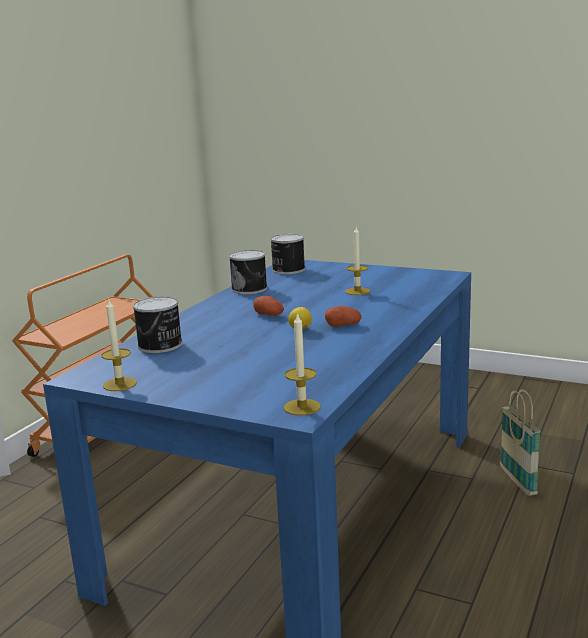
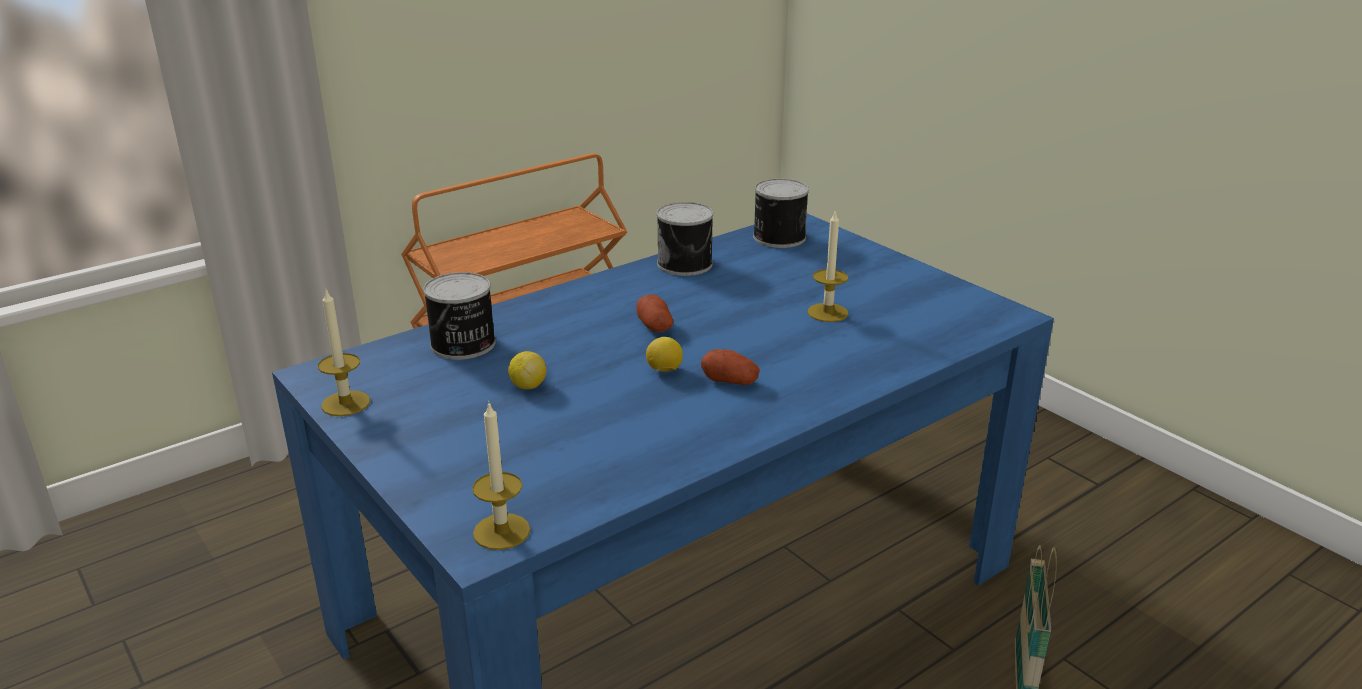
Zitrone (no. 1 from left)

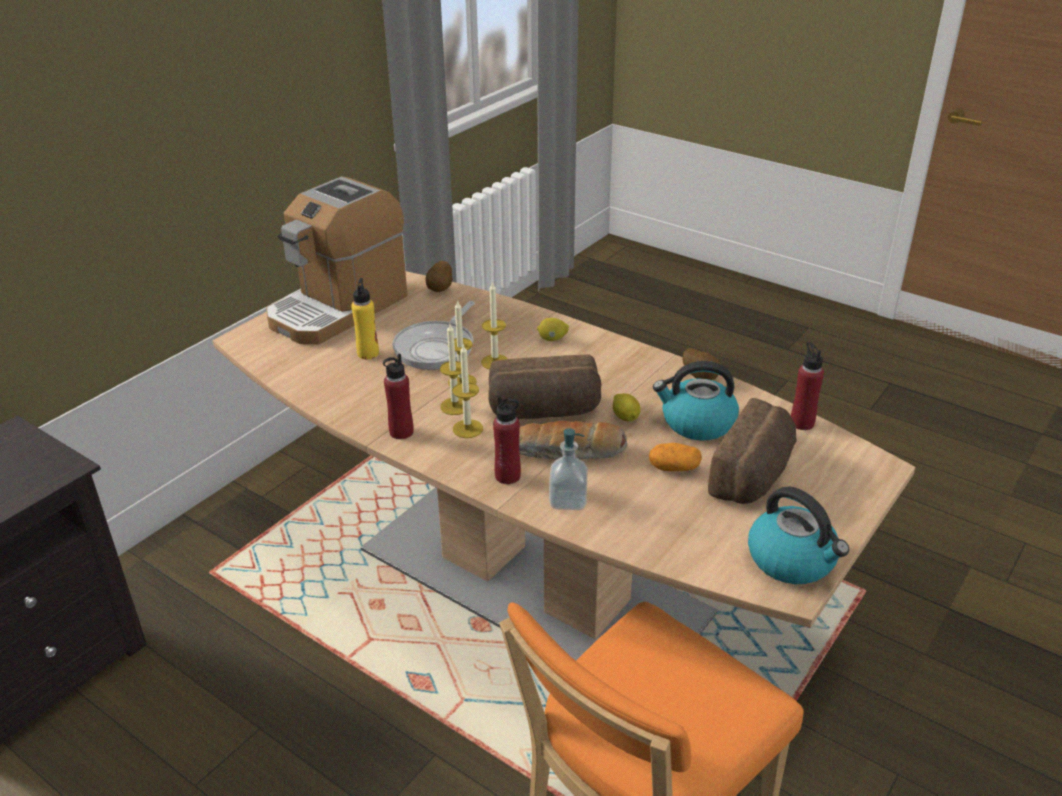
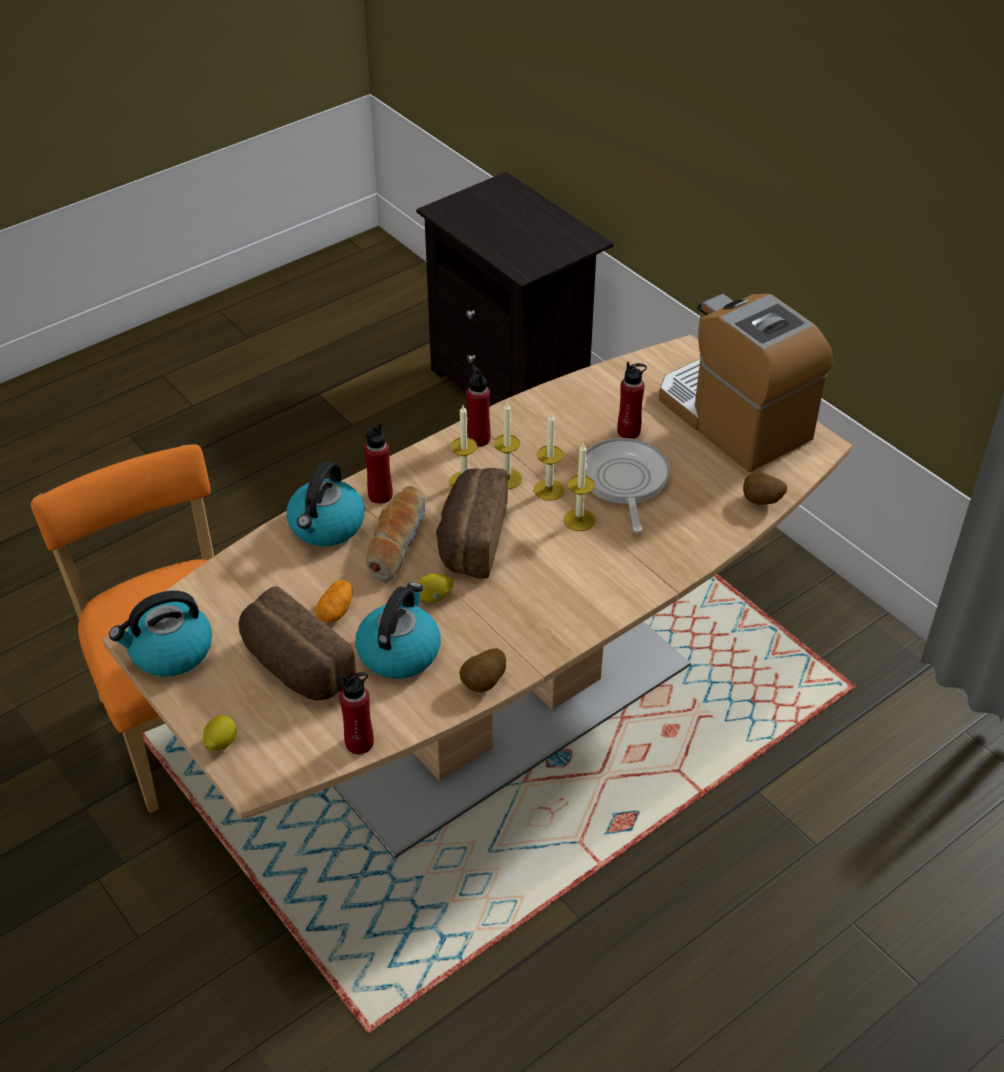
Flasche/rot (no. 4 from left)
Pfanne
Zitrone (no. 1 from left)
Wasserkessel (no. 2 from left)

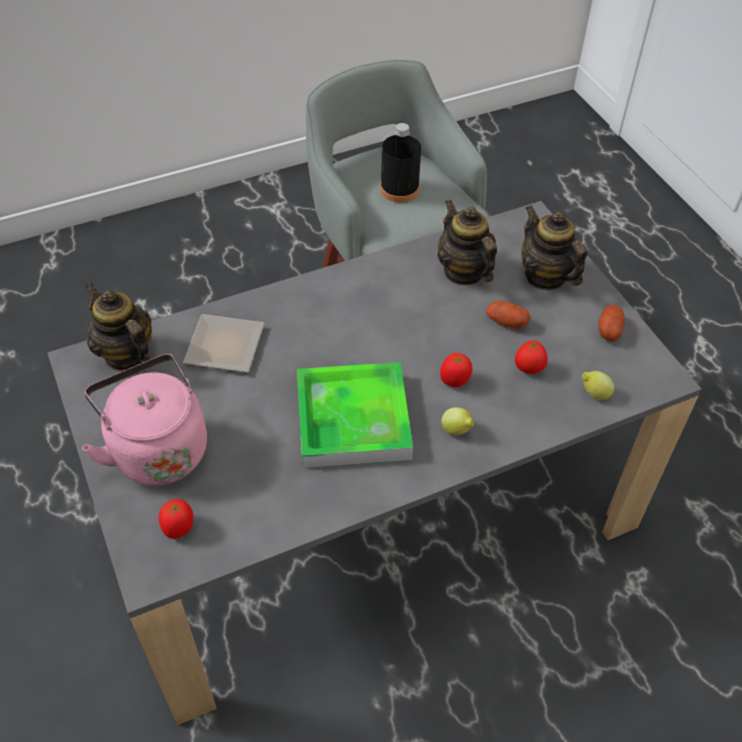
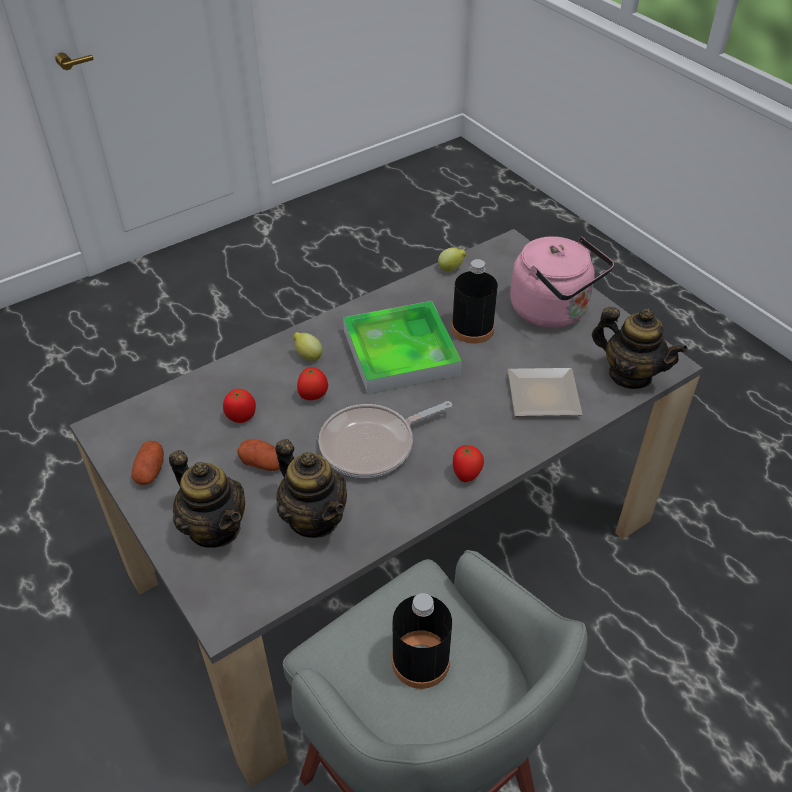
Tomate (no. 3 from left)
Zitrone (no. 2 from left)
Pfanne
Flasche/schwarz (no. 2 from left)

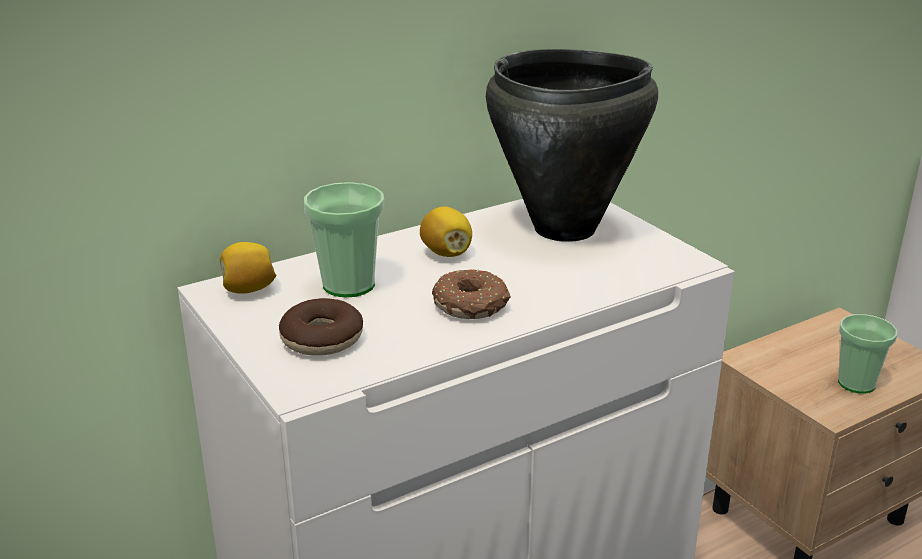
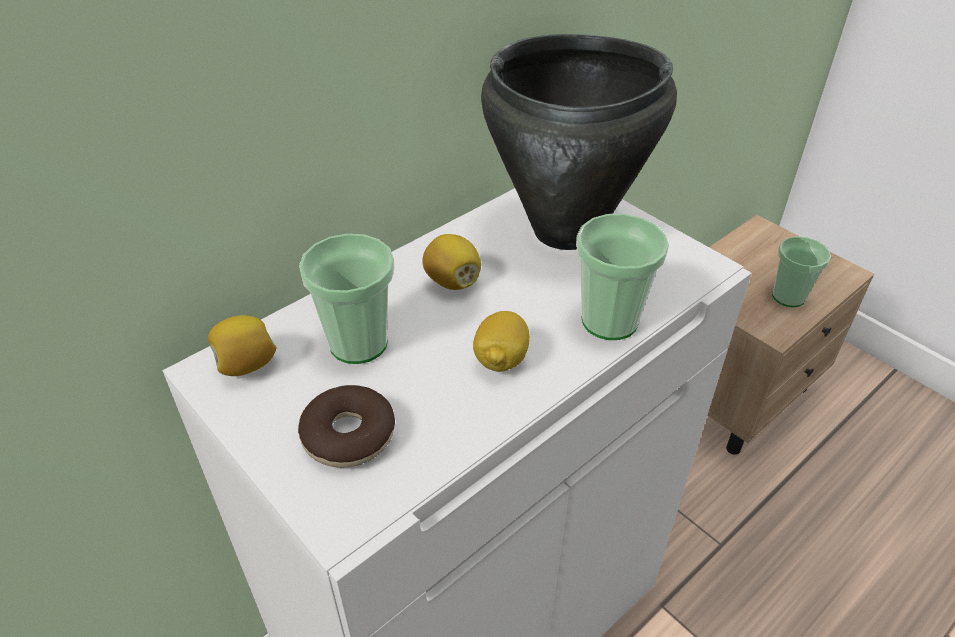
Zitrone (no. 3 from left)
Tasse (no. 2 from left)

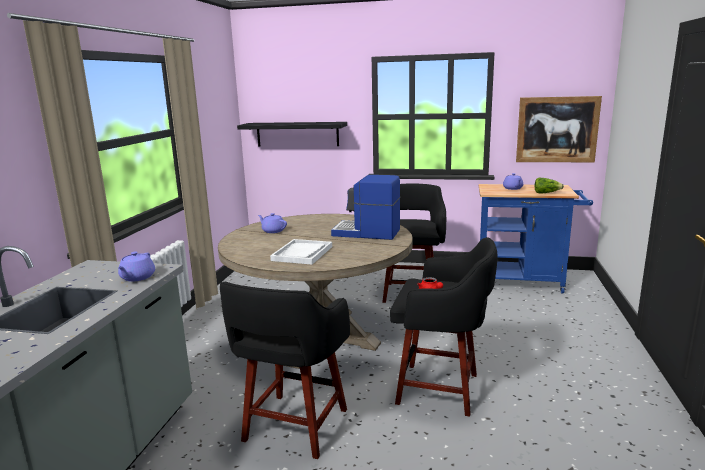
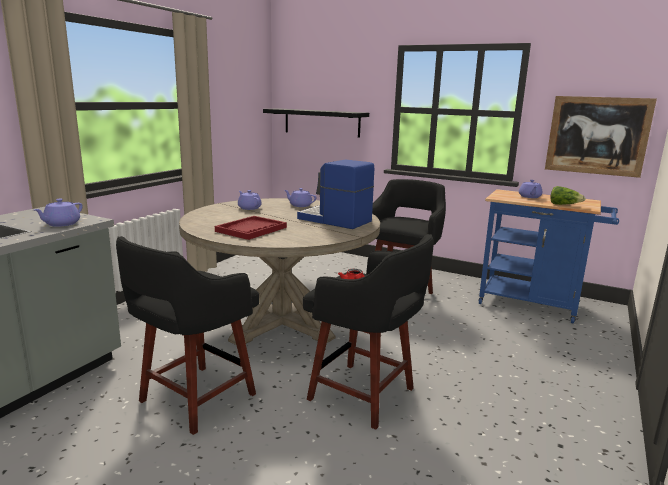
Tablett/rot
Teekanne/lila (no. 3 from left)

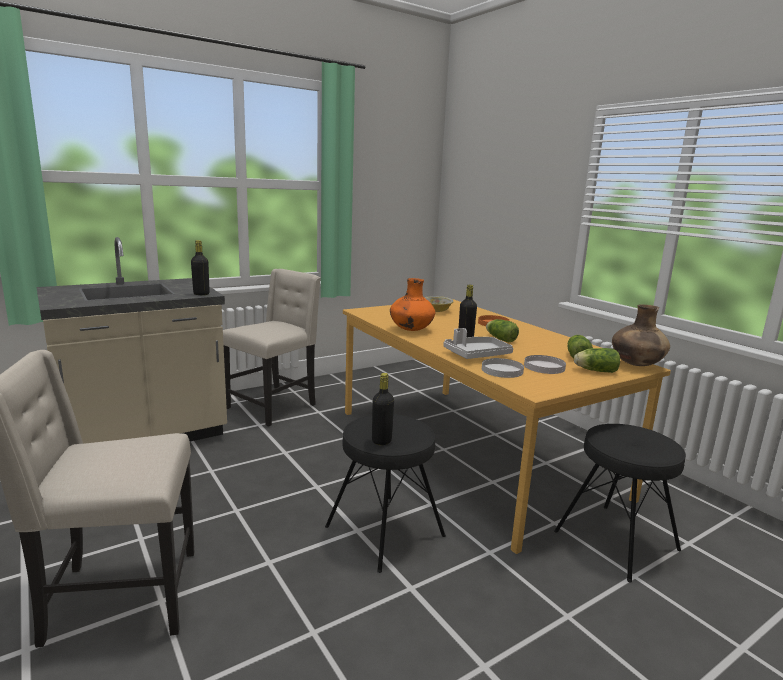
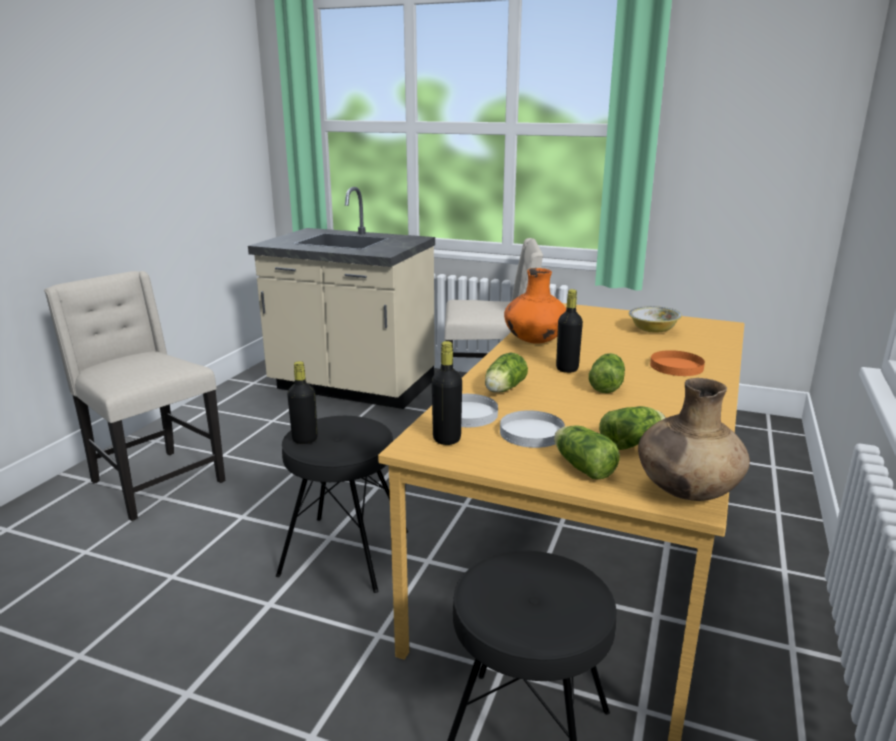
Flasche/schwarz (no. 2 from left)
Salatkopf (no. 1 from left)

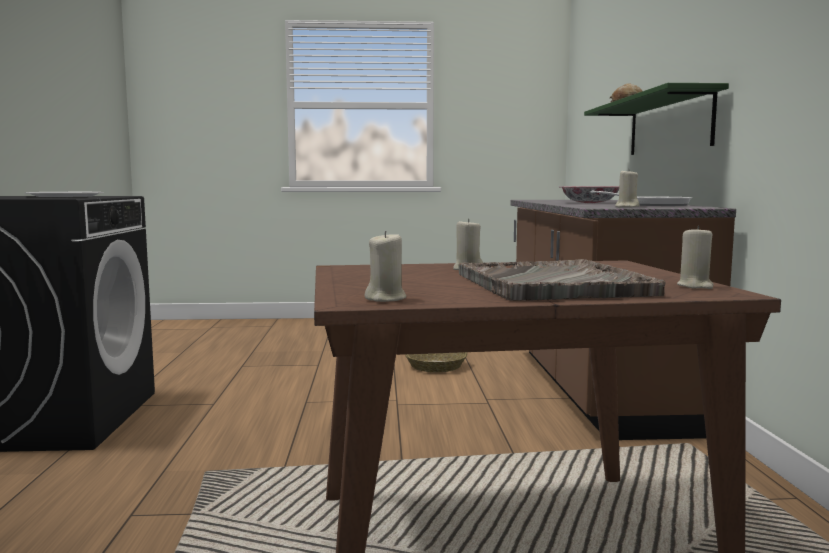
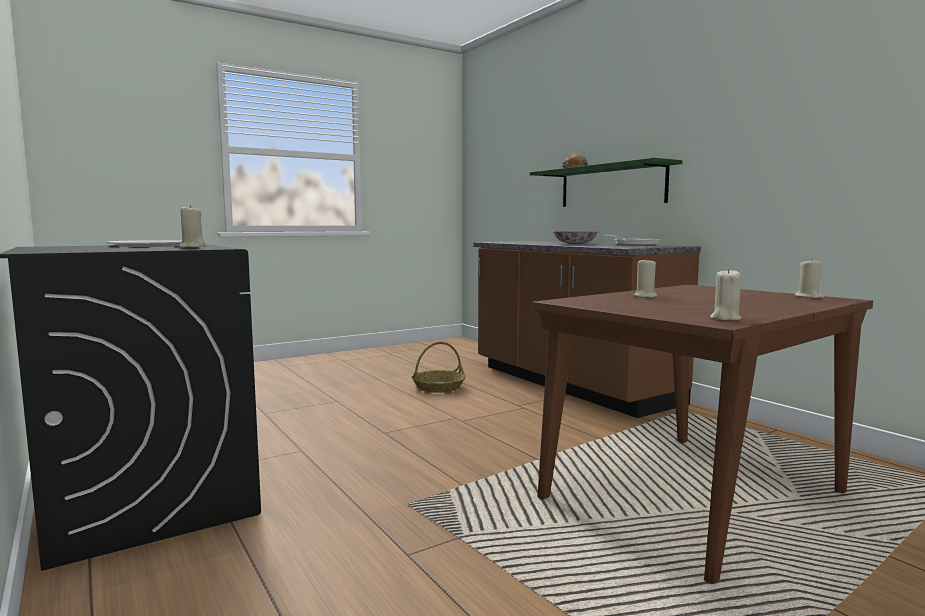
Tablett/grau
Kerze/beige (no. 1 from left)

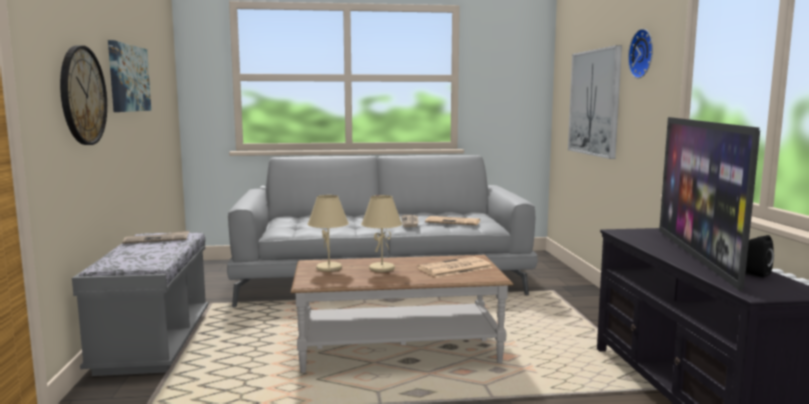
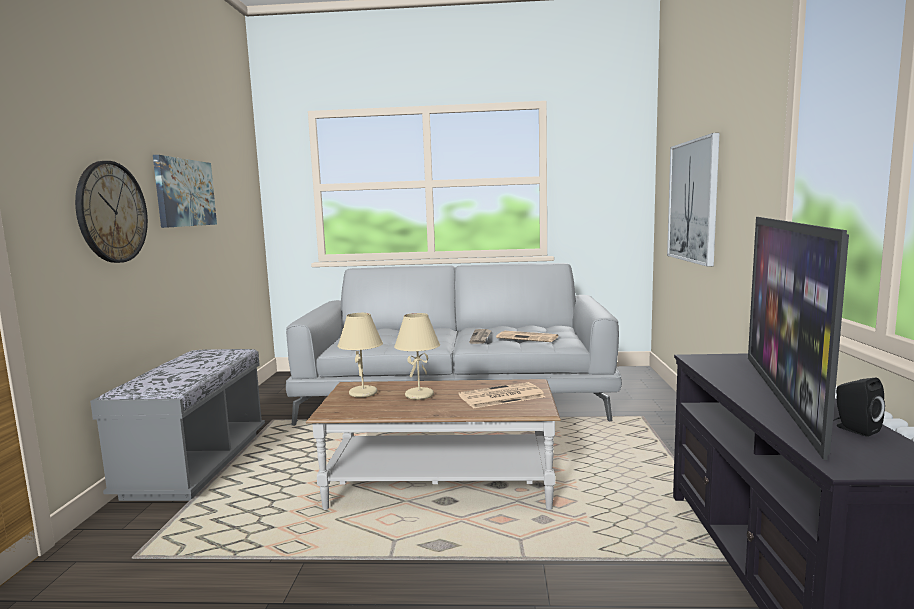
Zeitung (no. 1 from left in the first image)
Wanduhr (no. 2 from left in the first image)

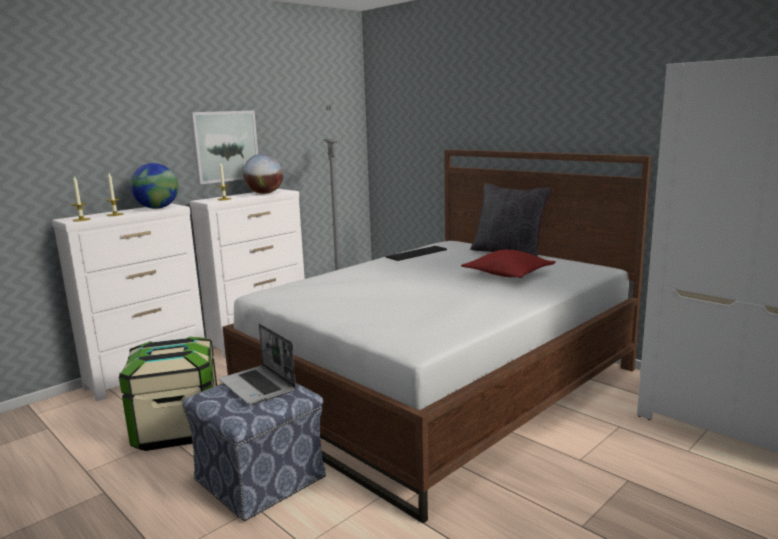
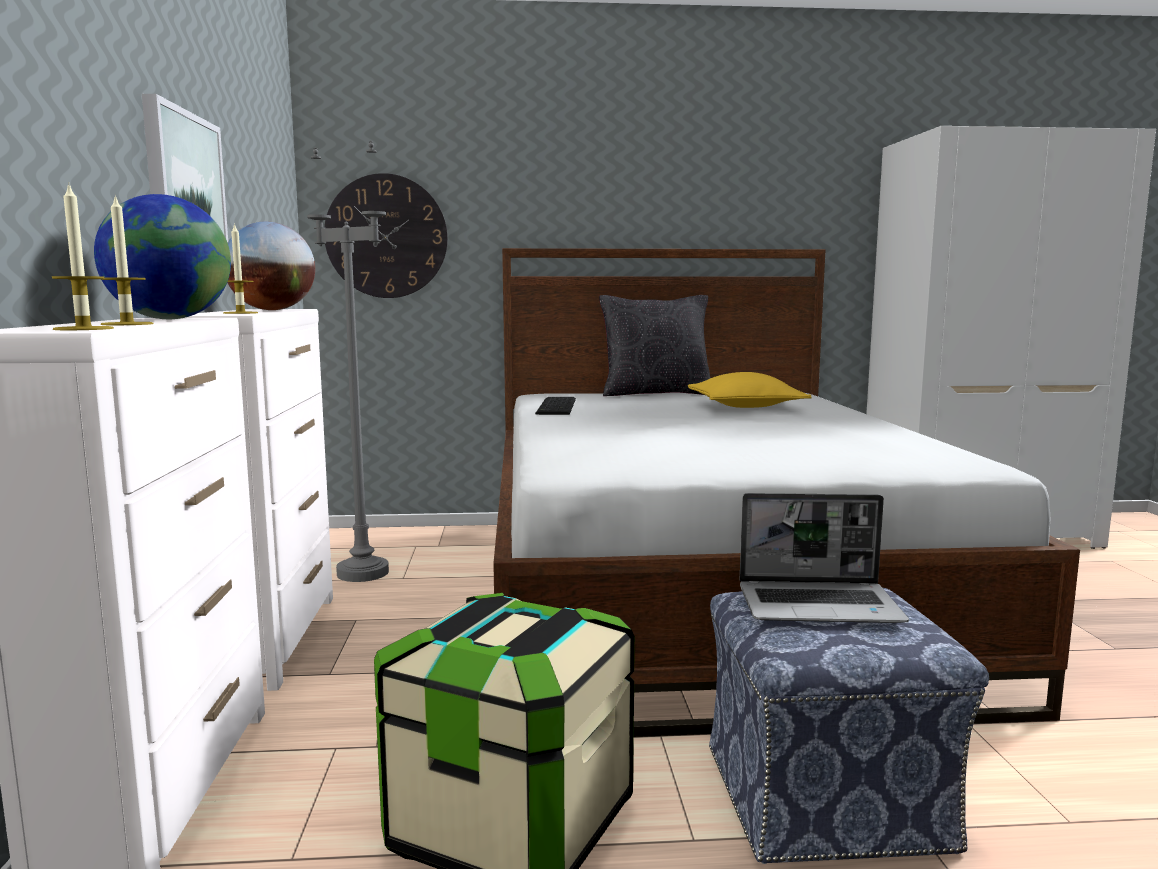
Kissen/gelb
Wanduhr

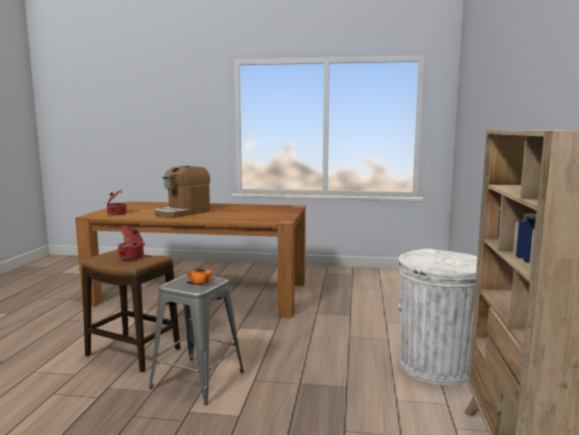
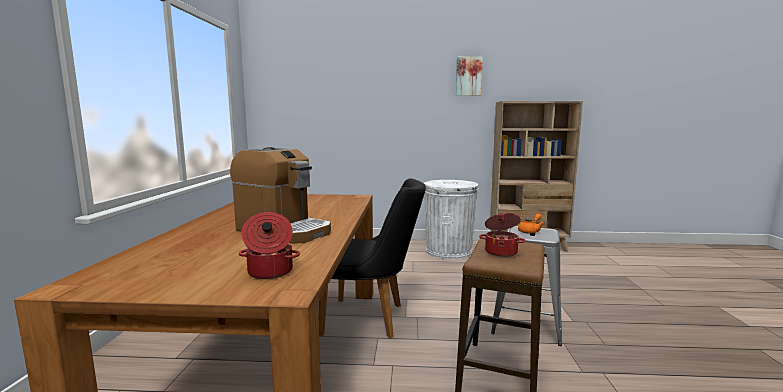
Stuhl/schwarz
Bild

